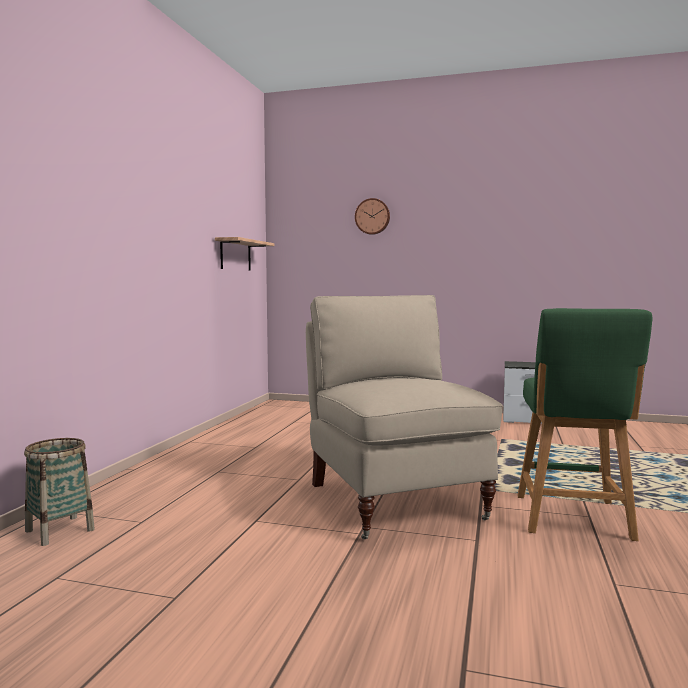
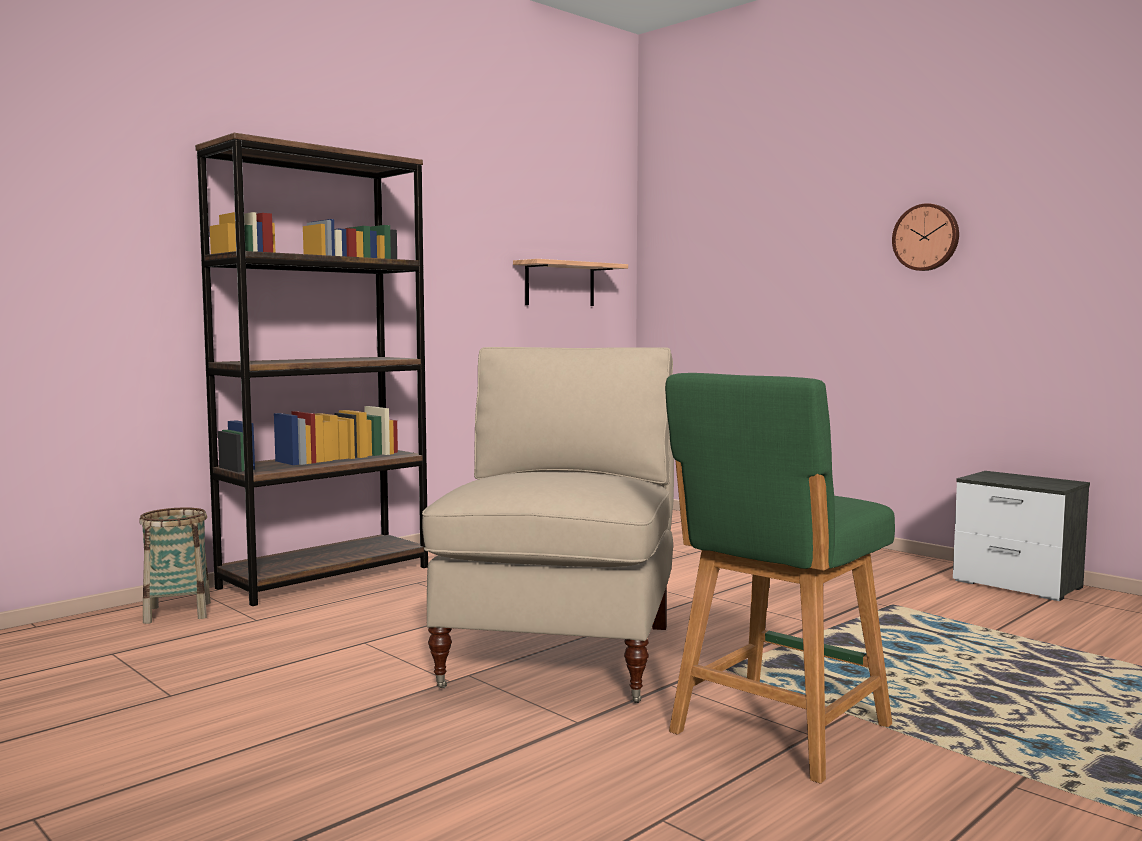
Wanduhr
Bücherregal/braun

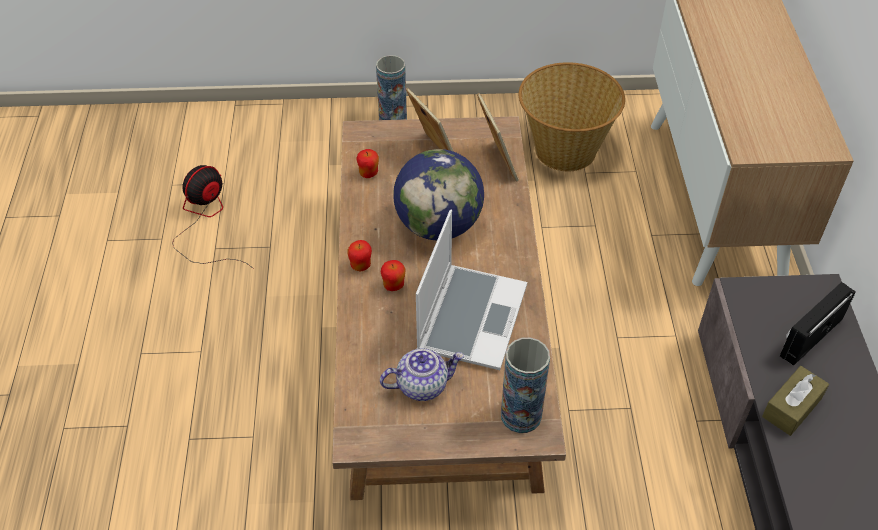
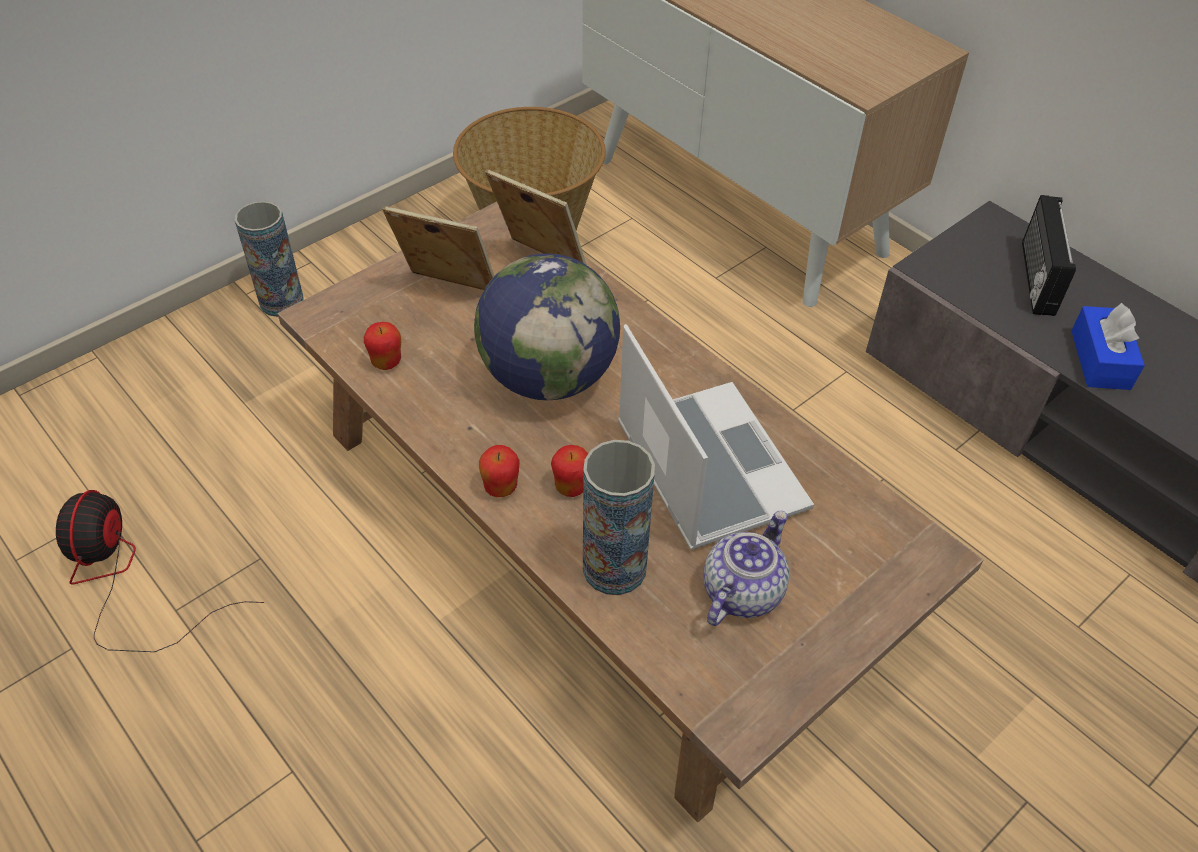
Vase (no. 2 from left)
Taschentuchbox/blau

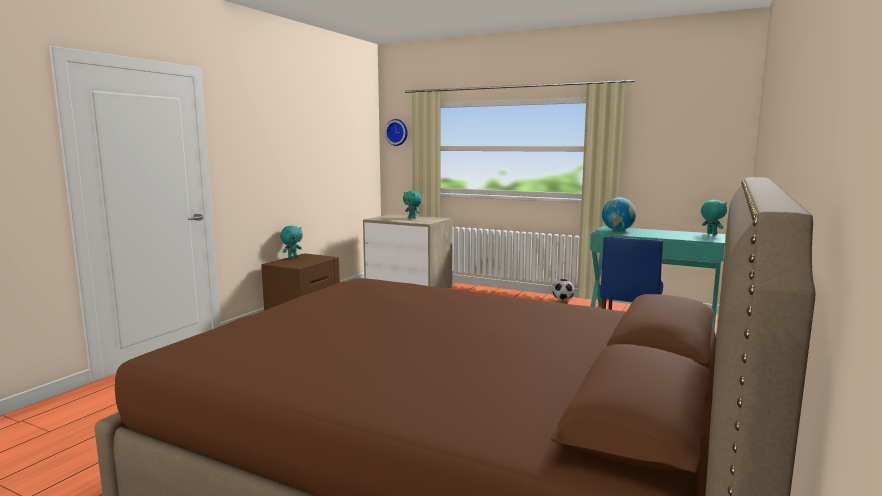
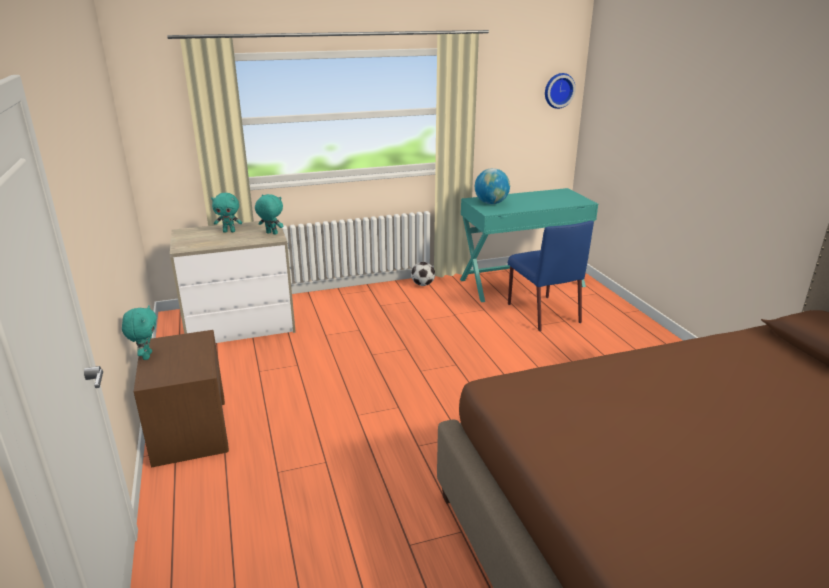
Wanduhr
Plüschtier/türkis (no. 3 from left)

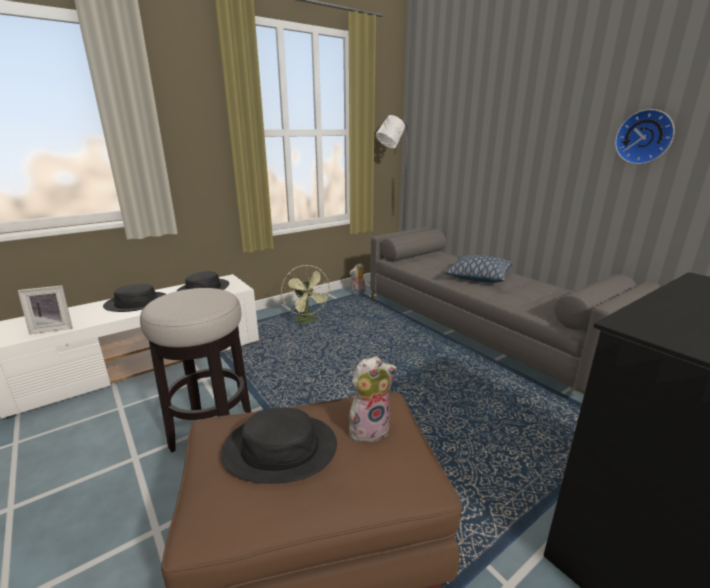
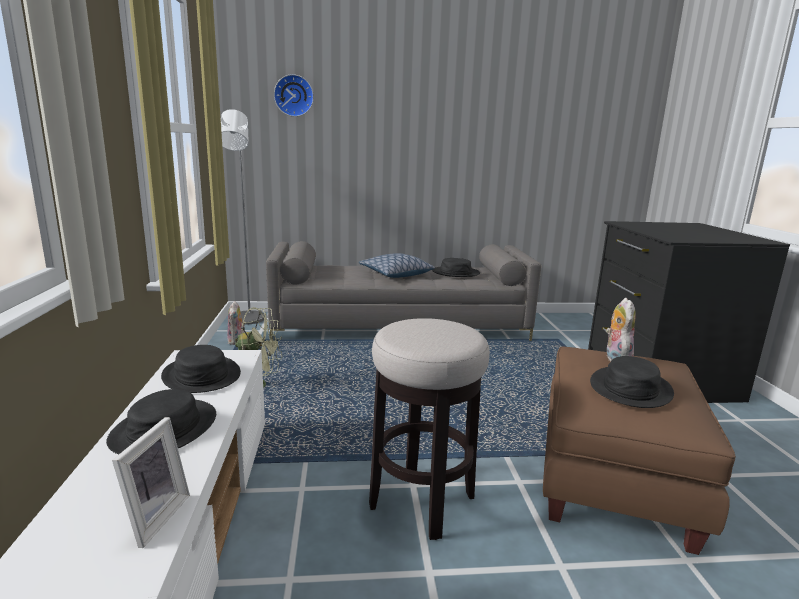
Wanduhr
Hut/schwarz (no. 3 from left)

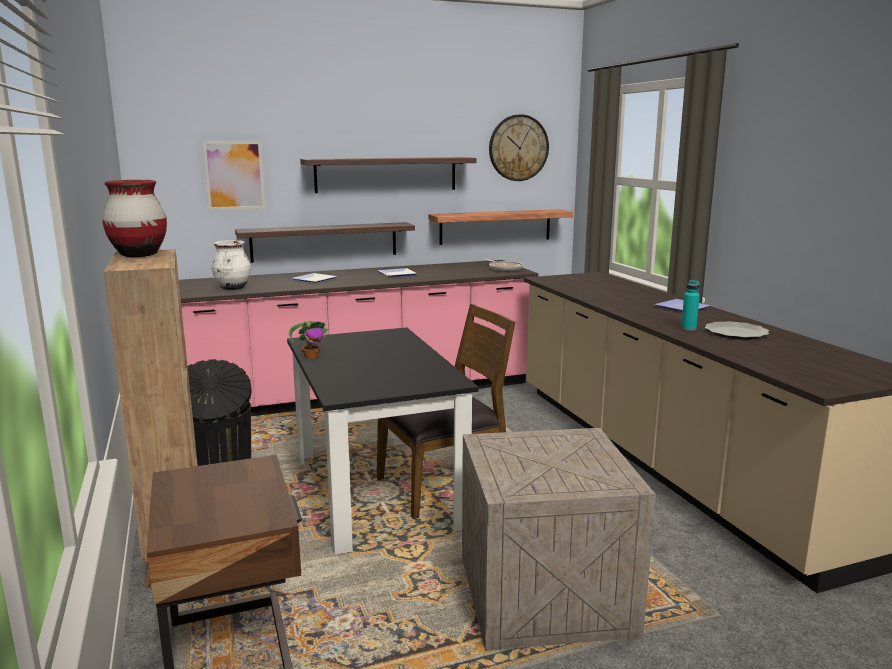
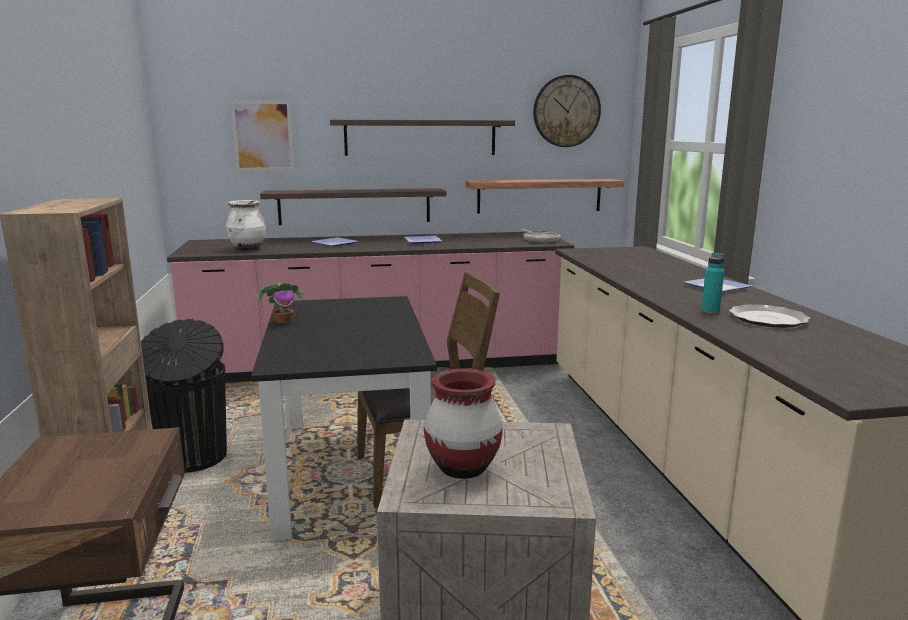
Vase/rot

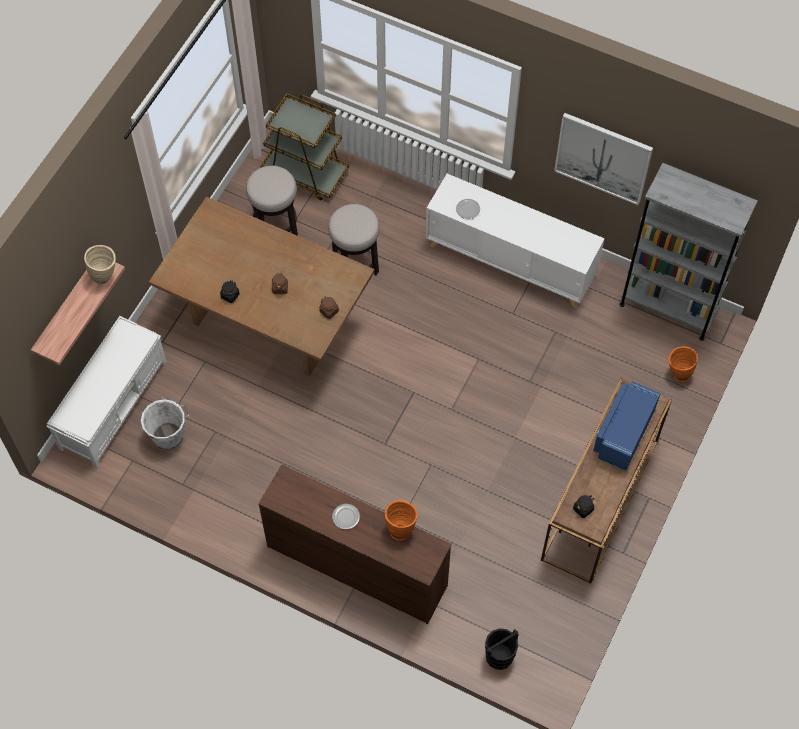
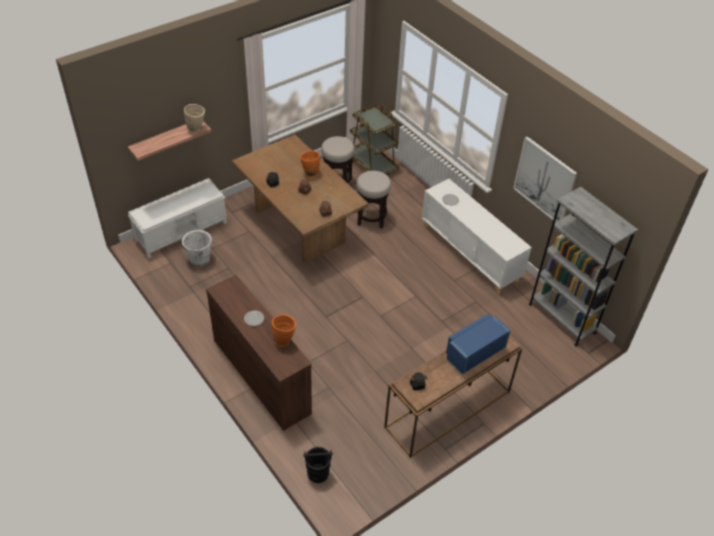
Vase/orange (no. 2 from left)

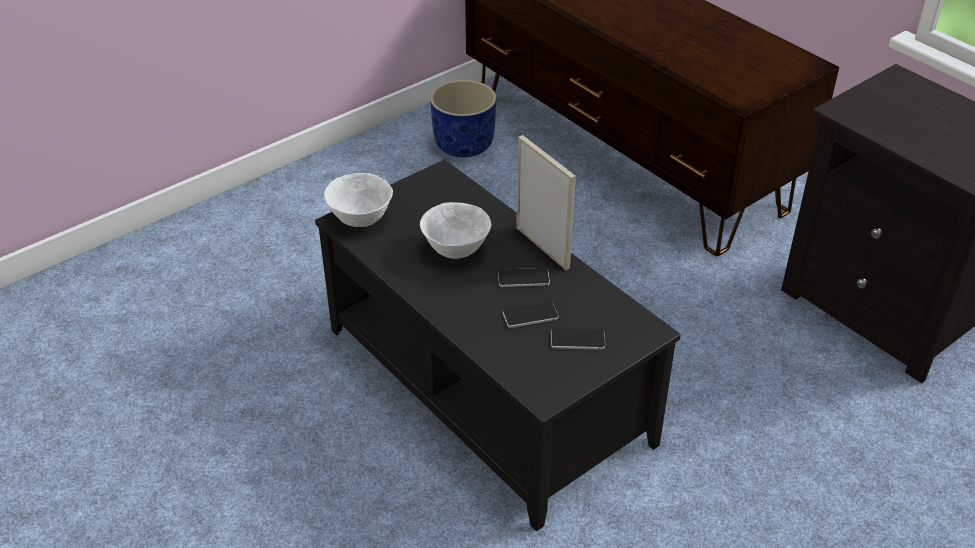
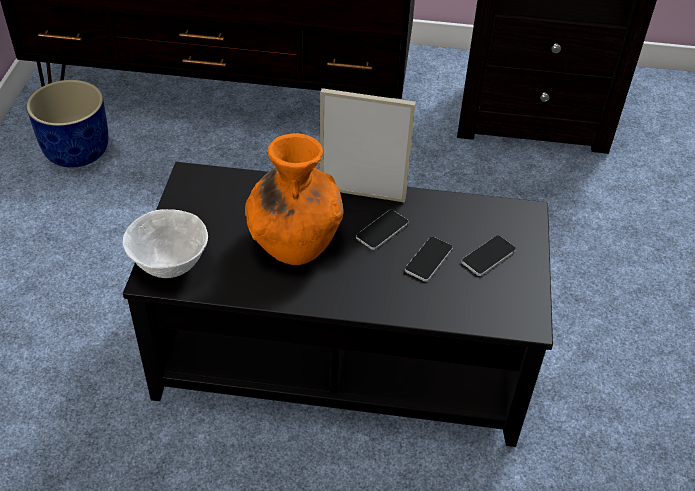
Vase/orange

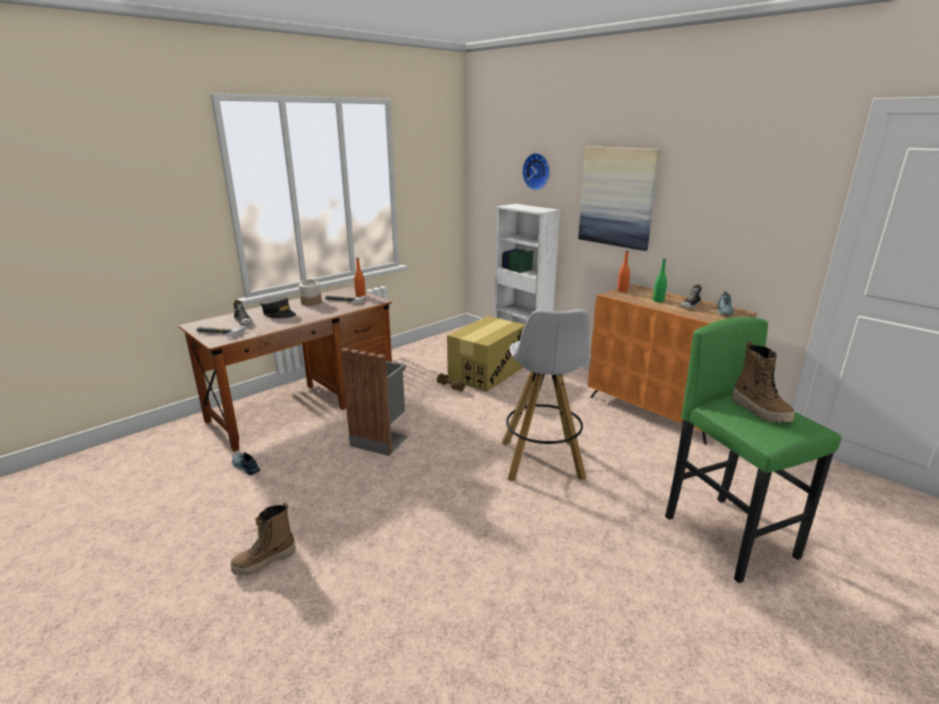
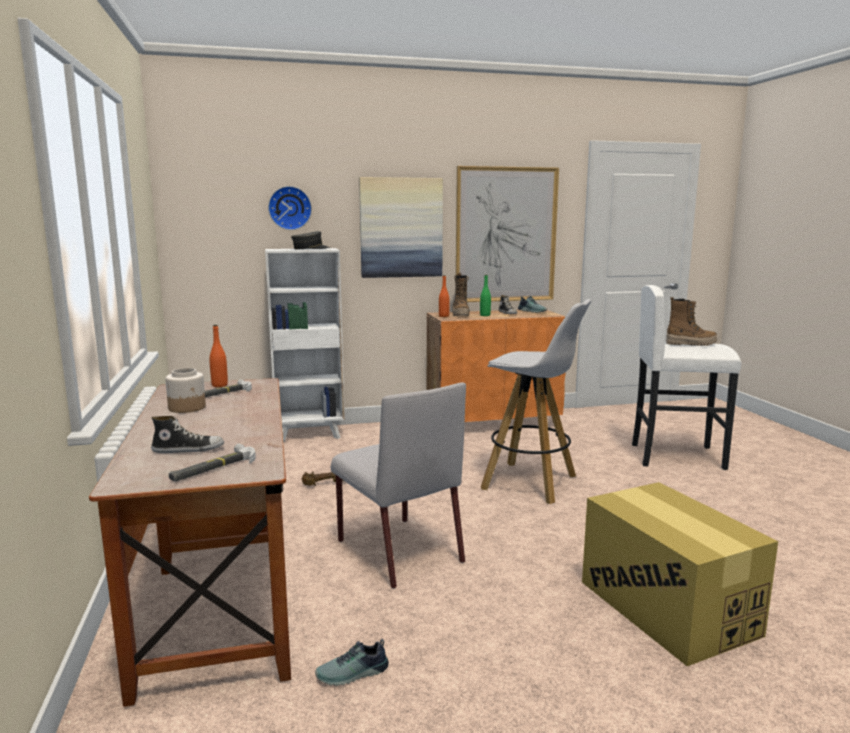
Stiefel (no. 1 from left)
Kappe/grau
Stuhl/grau
Karton
Hocker/weiß (no. 2 from left)
Bild (no. 2 from left)

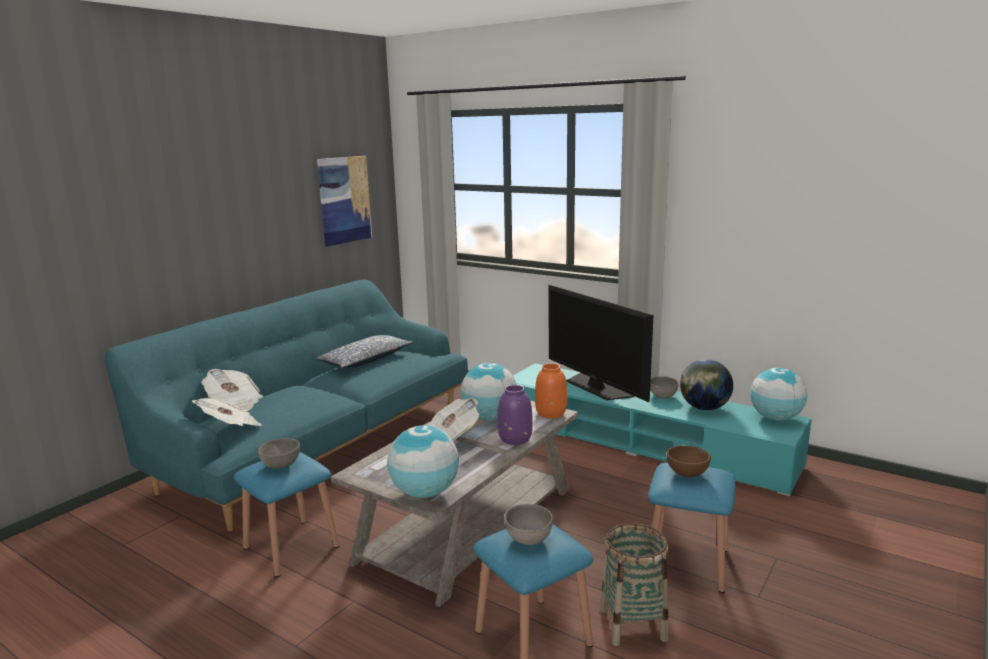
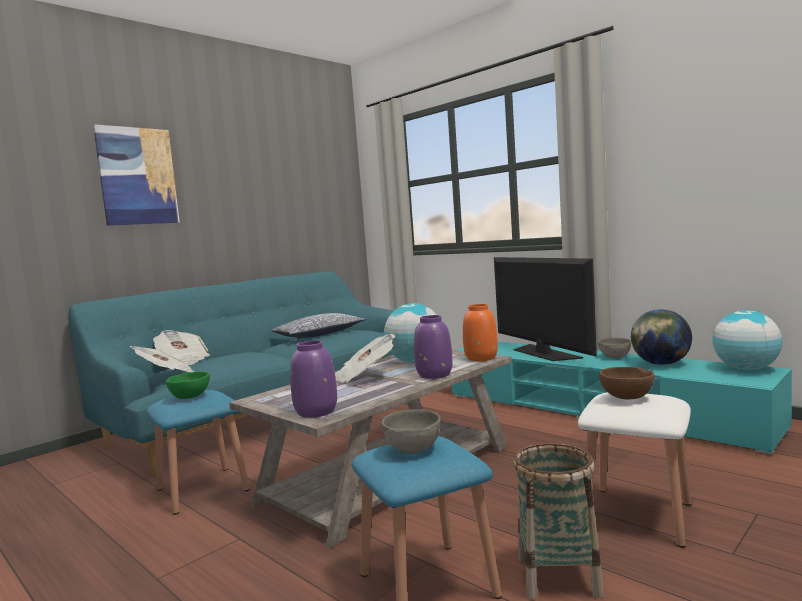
Schüssel/grün
Bild
Vase/lila (no. 1 from left)
Hocker/weiß

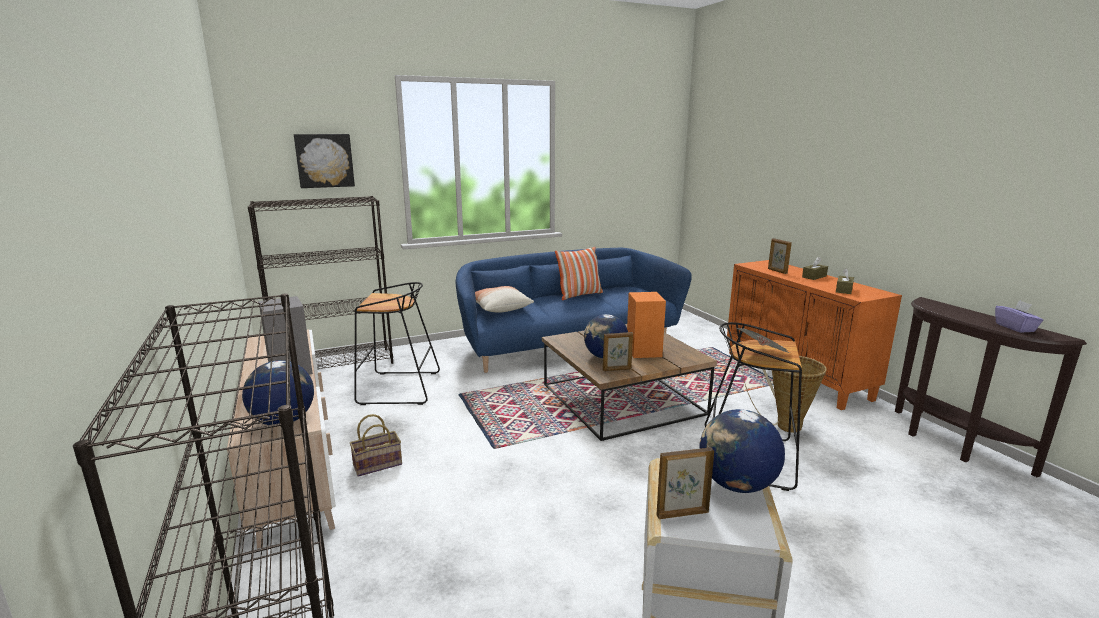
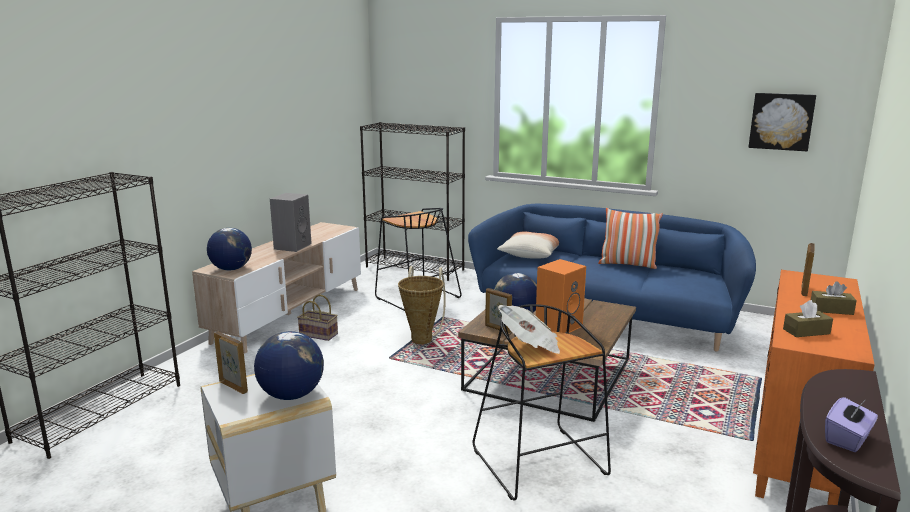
Bild
Korb (no. 2 from left)

